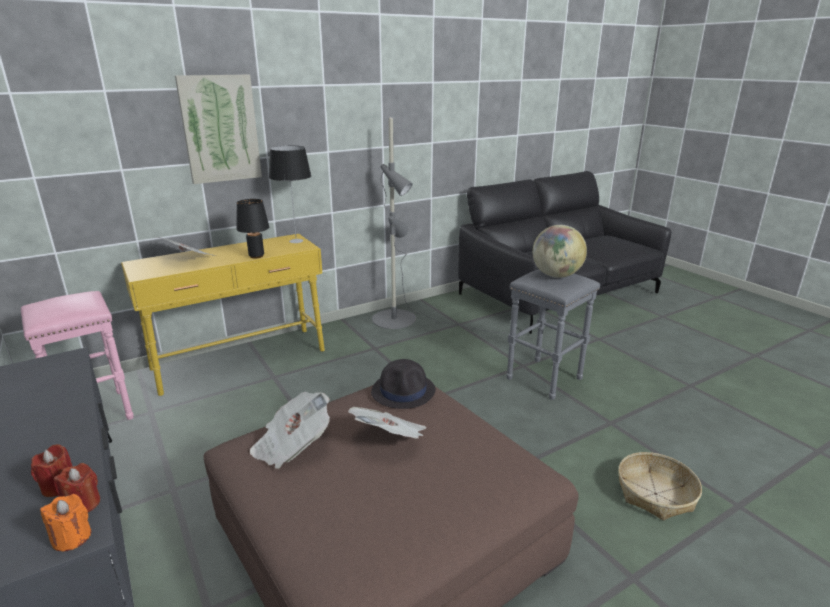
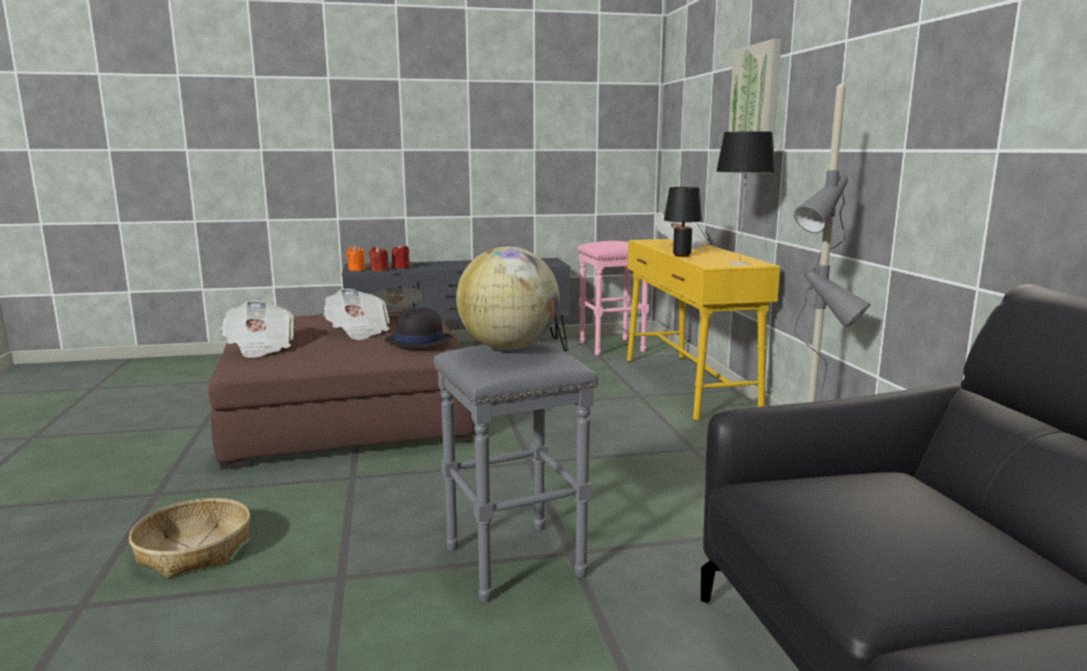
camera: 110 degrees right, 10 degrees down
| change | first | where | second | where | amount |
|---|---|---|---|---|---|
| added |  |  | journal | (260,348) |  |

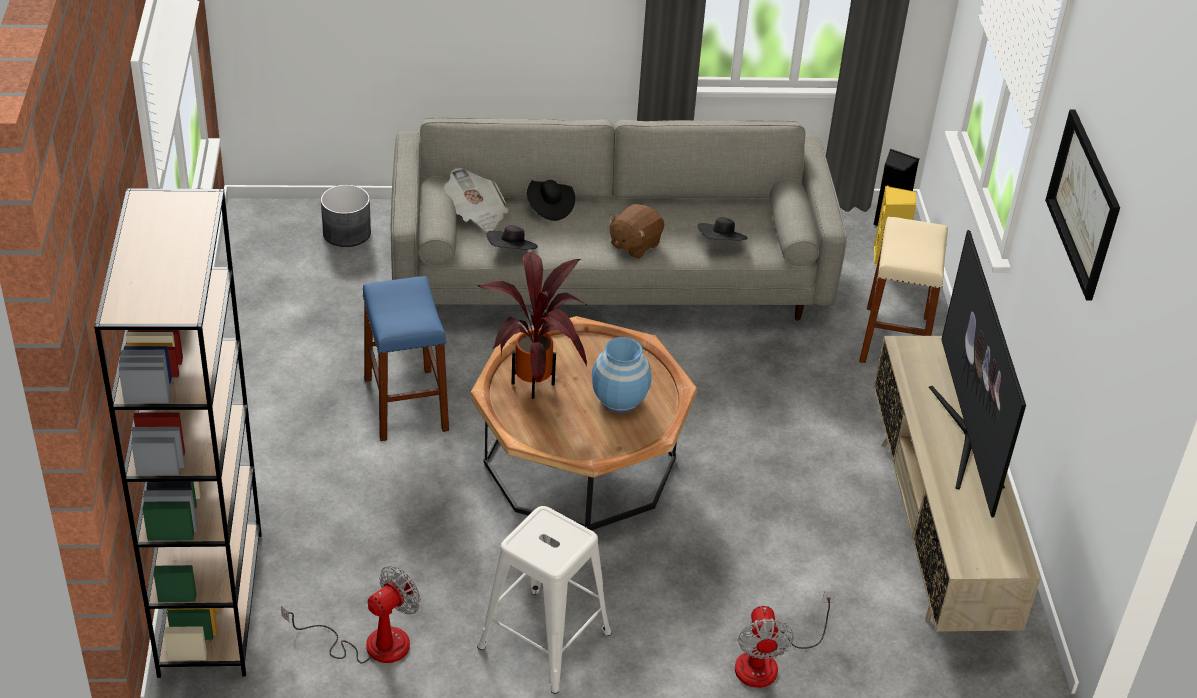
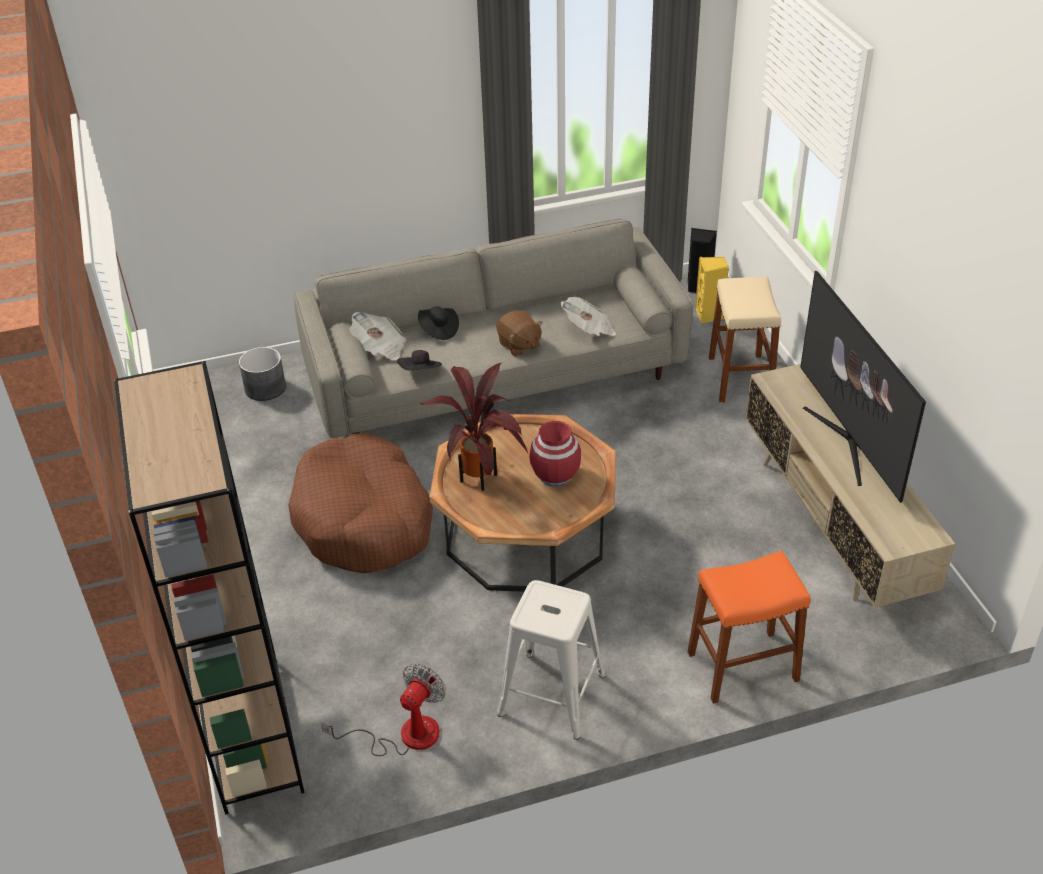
camera: 10 degrees left, 0 degrees up
| change | first | where | second | where | amount |
|---|---|---|---|---|---|
| removed | tableau | (1084,203) |  |  |  |
| turned | peluche/marron | (634,245) |  | (519,345) | 60 degrees counterclockwise |
| replaced | chapeau/noir | (721,243) | journal | (589,329) |  |
| replaced | tabouret/bleu | (406,404) | panier pour chien/marron | (364,520) |  |
| recoloured | vase/bleu | (619,400) | vase/rouge | (555,475) |  |
| replaced | ventilateur | (768,661) | tabouret/orange | (742,666) |  |

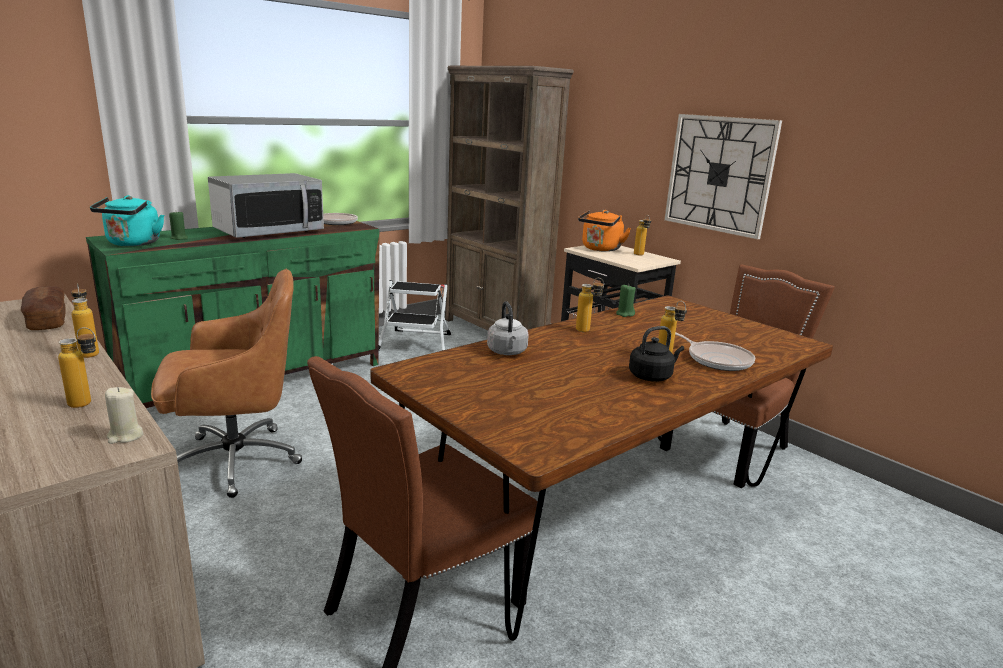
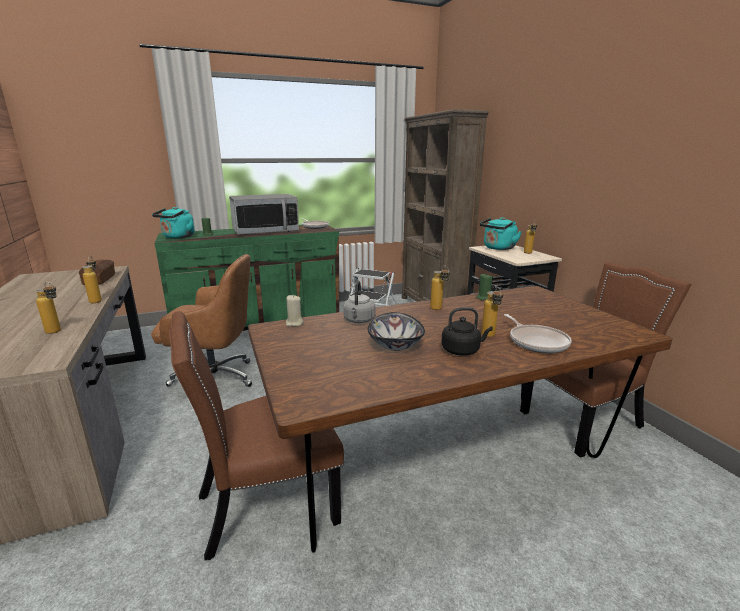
camera: 20 degrees right, 0 degrees up
| change | first | where | second | where | amount |
|---|---|---|---|---|---|
| removed | horloge murale | (719,174) |  |  |  |
| recoloured | bouilloire/orange | (600,249) | bouilloire/turquoise | (498,248) |  |
| moved | bougie/beige | (125,436) |  | (294,323) |  |
| added |  |  | bol | (394,345) |  |

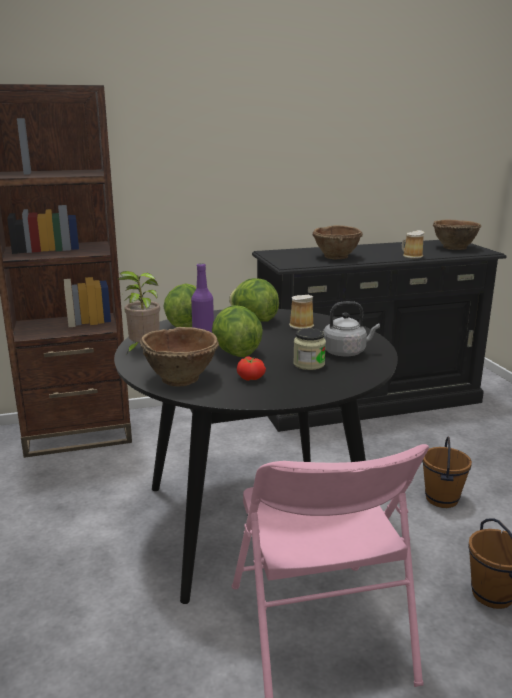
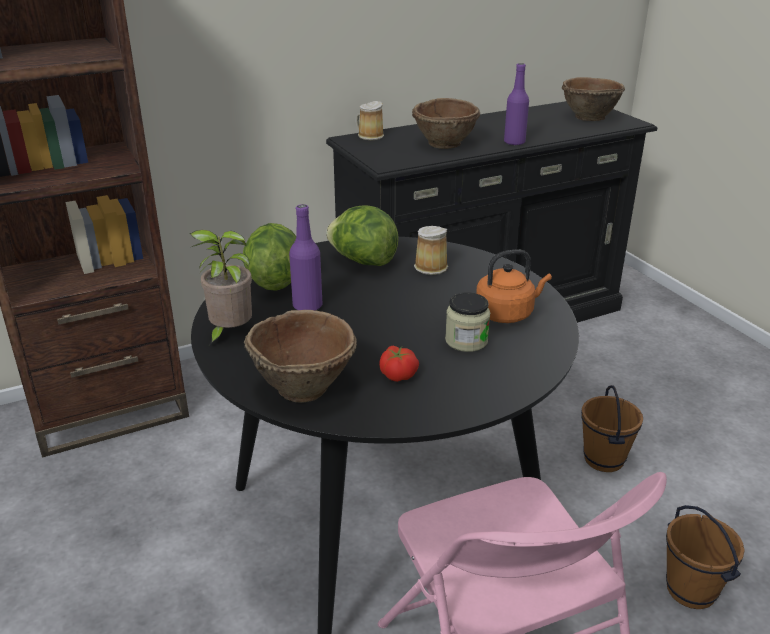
camera: 10 degrees left, 10 degrees up
| change | first | where | second | where | amount |
|---|---|---|---|---|---|
| moved | mug | (411,256) |  | (369,136) |  |
| recoloured | bouilloire/gris | (346,352) | bouilloire/orange | (507,313) |  |
| removed | laitue | (235,353) |  |  |  |
| added |  |  | bouteille/violet | (514,142) |  |

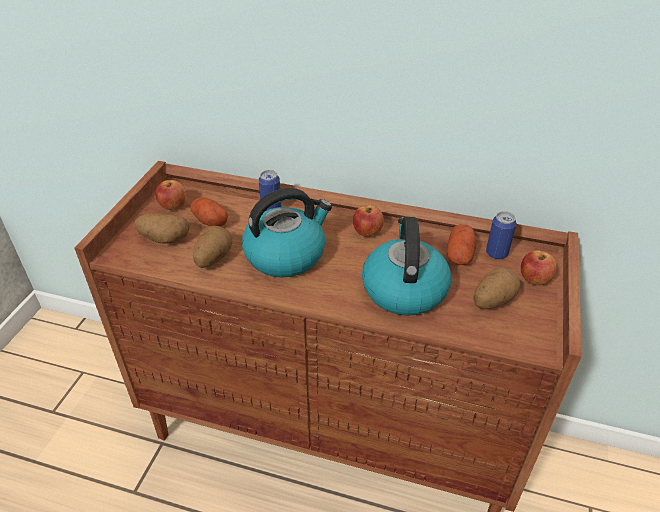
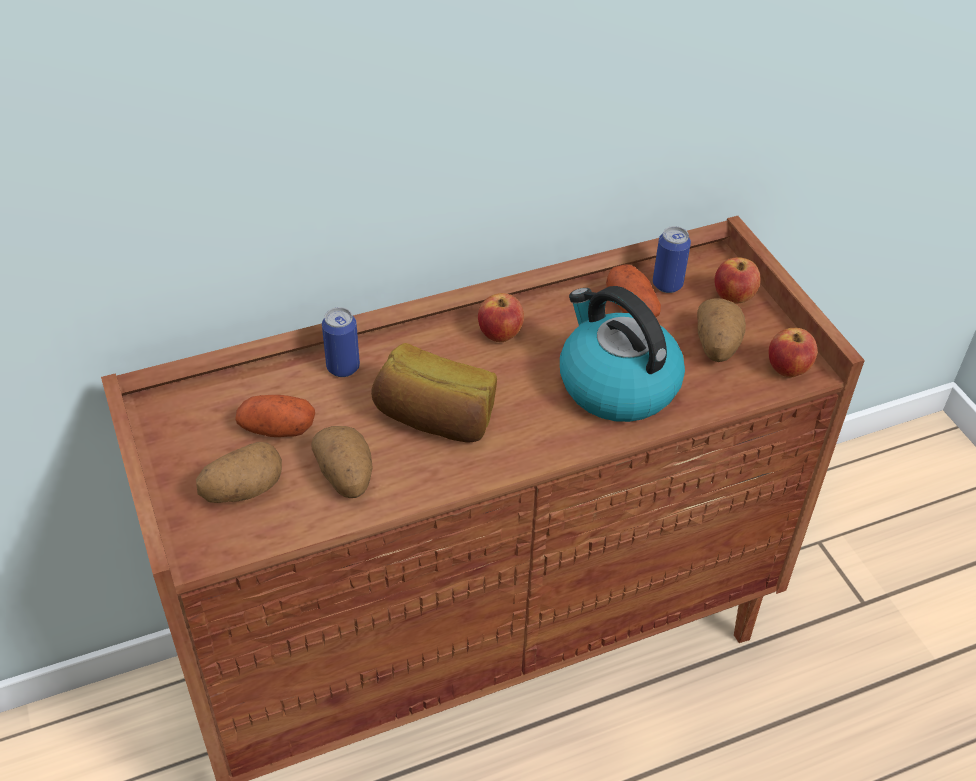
camera: 40 degrees left, 5 degrees up
| change | first | where | second | where | amount |
|---|---|---|---|---|---|
| moved | pomme | (173,207) |  | (788,369) |  |
| replaced | bouilloire | (286,255) | pain | (435,419) |  |

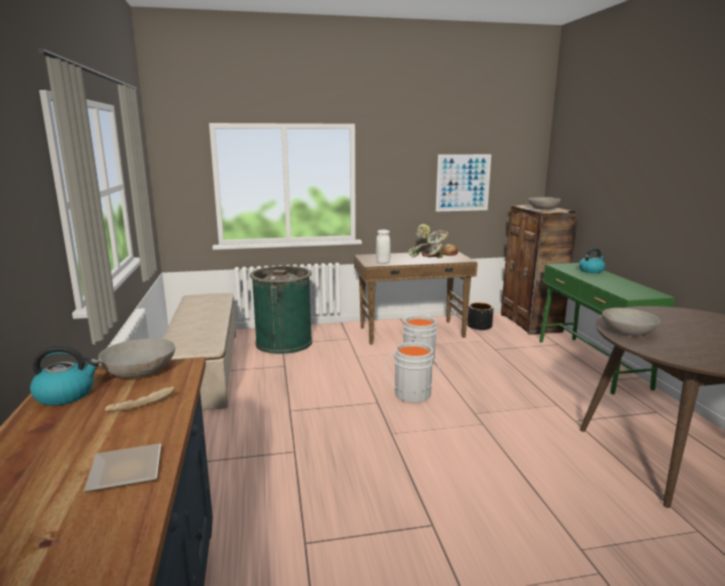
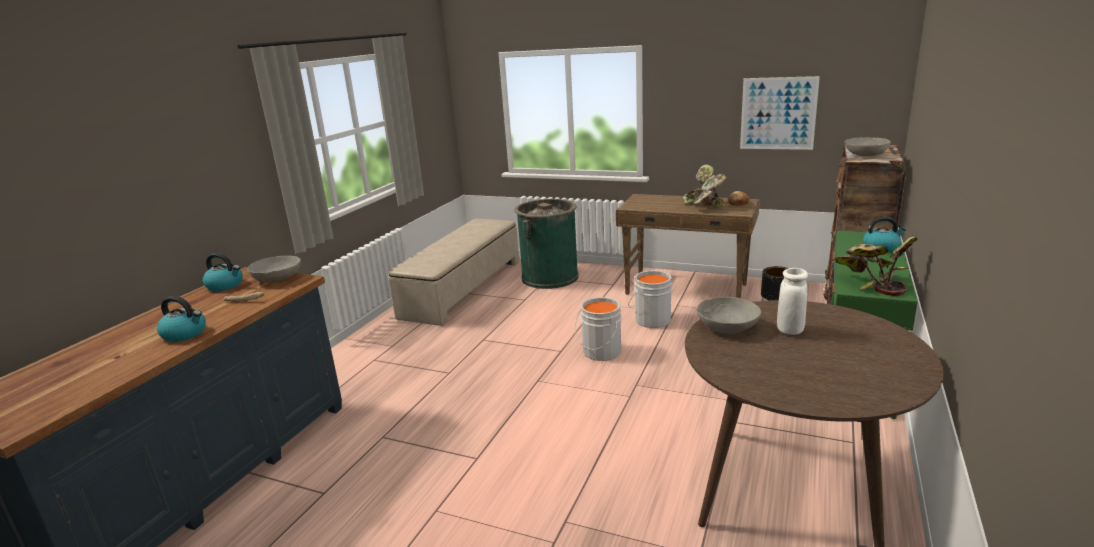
camera: 35 degrees right, 5 degrees up
| change | first | where | second | where | amount |
|---|---|---|---|---|---|
| moved | vase/blanc | (383,263) |  | (790,330) |  |
| replaced | assiette | (123,470) | bouilloire | (185,334) |  |
| added |  |  | plante en pot | (872,284) |  |

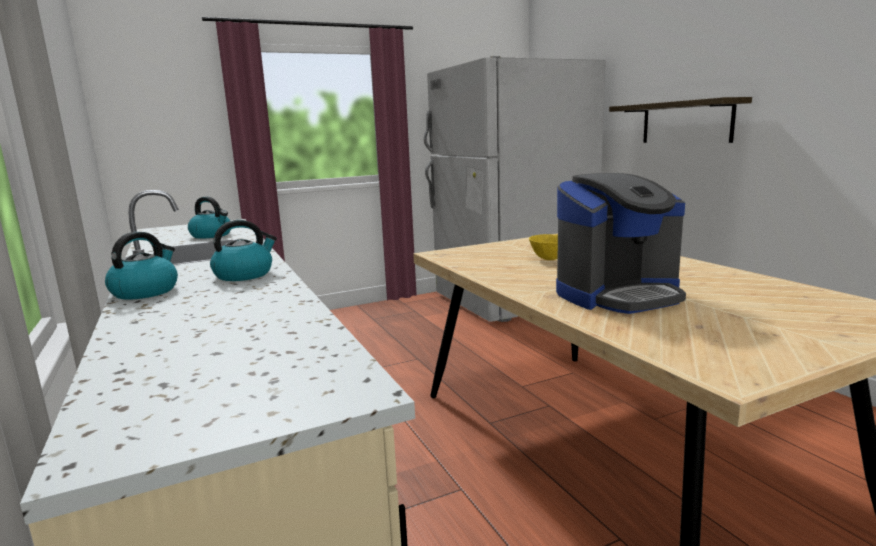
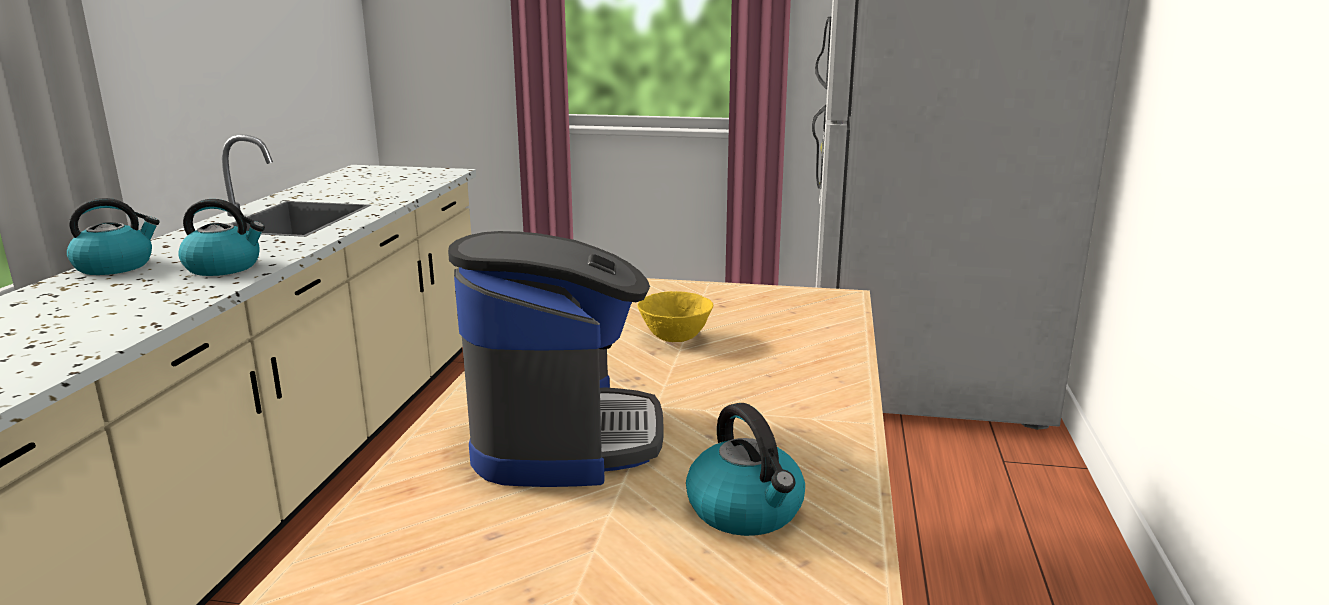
camera: 35 degrees right, 5 degrees up
| change | first | where | second | where | amount |
|---|---|---|---|---|---|
| removed | étagère | (686,122) |  |  |  |
| turned | machine à café | (618,295) |  | (563,437) | 105 degrees counterclockwise |
| moved | bouilloire | (212,235) |  | (746,511) |  |

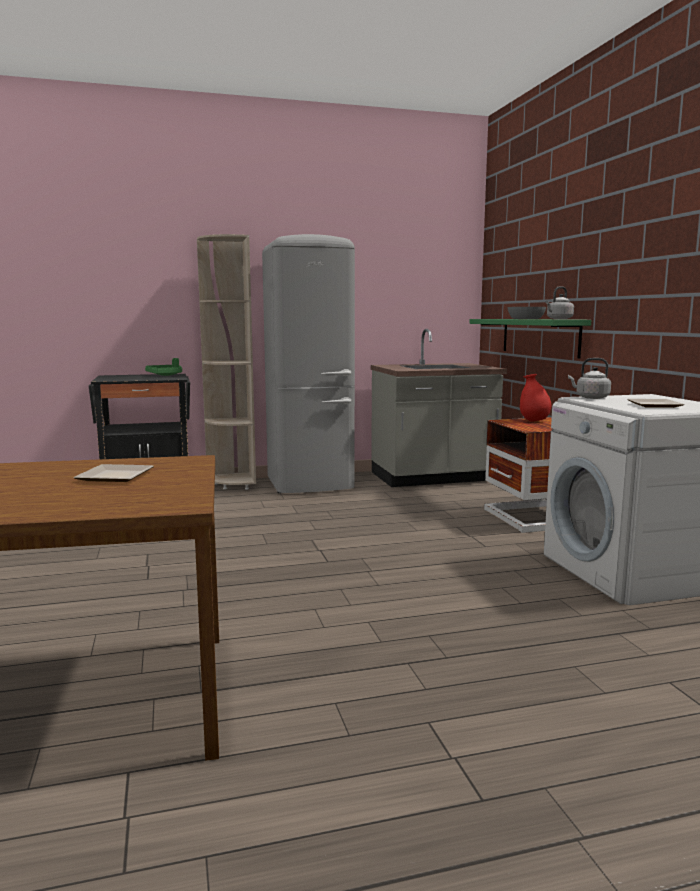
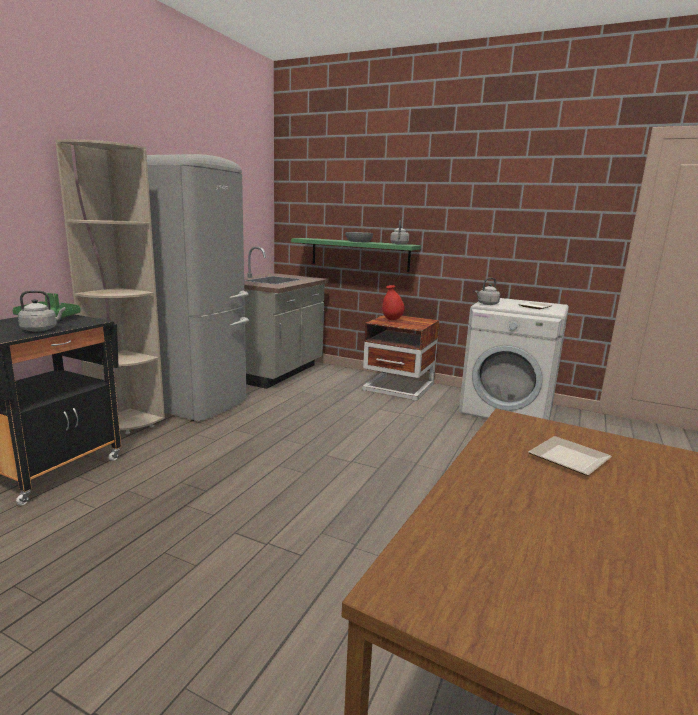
camera: 50 degrees left, 5 degrees up
| change | first | where | second | where | amount |
|---|---|---|---|---|---|
| added |  |  | bouilloire/gris | (41,329) |  |

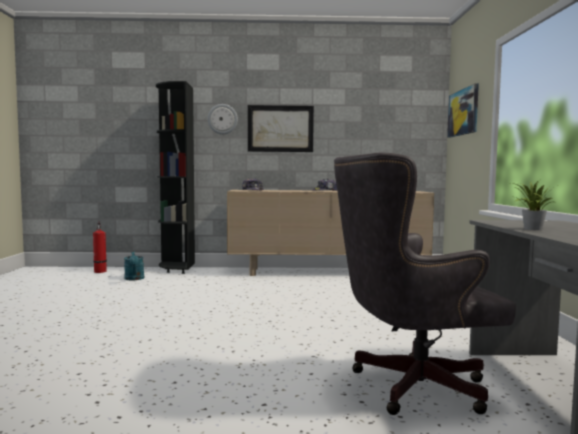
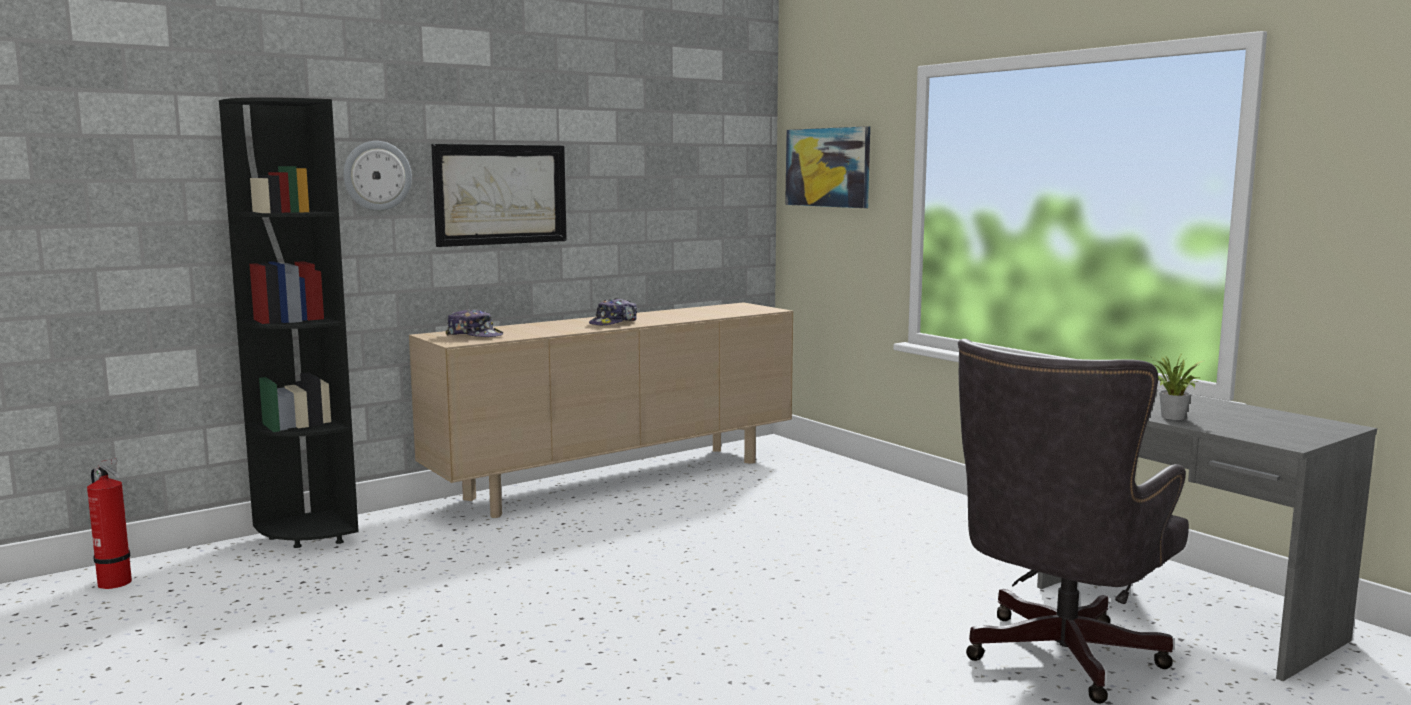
camera: 35 degrees left, 5 degrees up
| change | first | where | second | where | amount |
|---|---|---|---|---|---|
| removed | arrosoir/turquoise | (134,279) |  |  |  |

